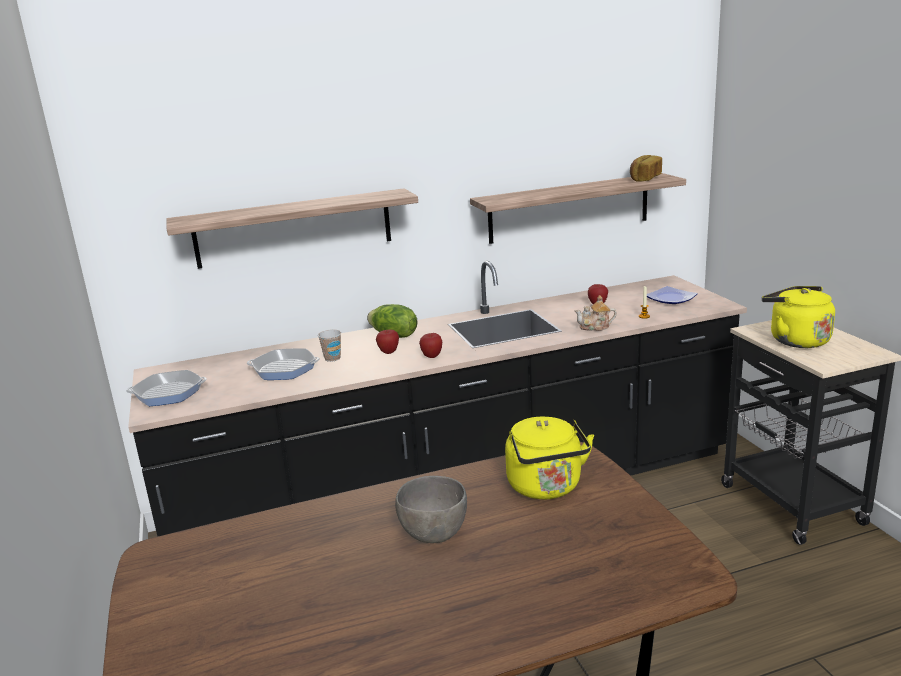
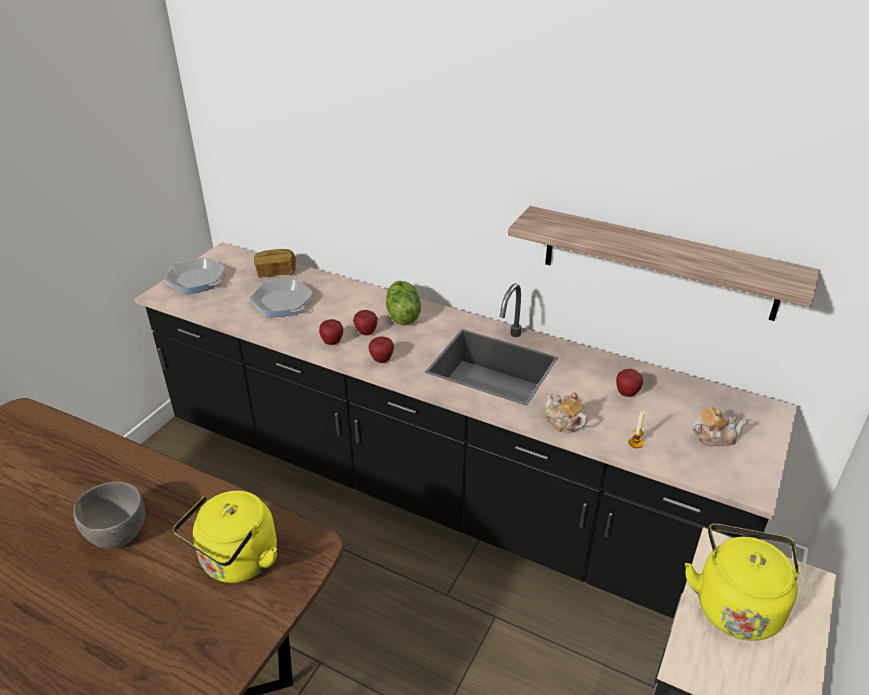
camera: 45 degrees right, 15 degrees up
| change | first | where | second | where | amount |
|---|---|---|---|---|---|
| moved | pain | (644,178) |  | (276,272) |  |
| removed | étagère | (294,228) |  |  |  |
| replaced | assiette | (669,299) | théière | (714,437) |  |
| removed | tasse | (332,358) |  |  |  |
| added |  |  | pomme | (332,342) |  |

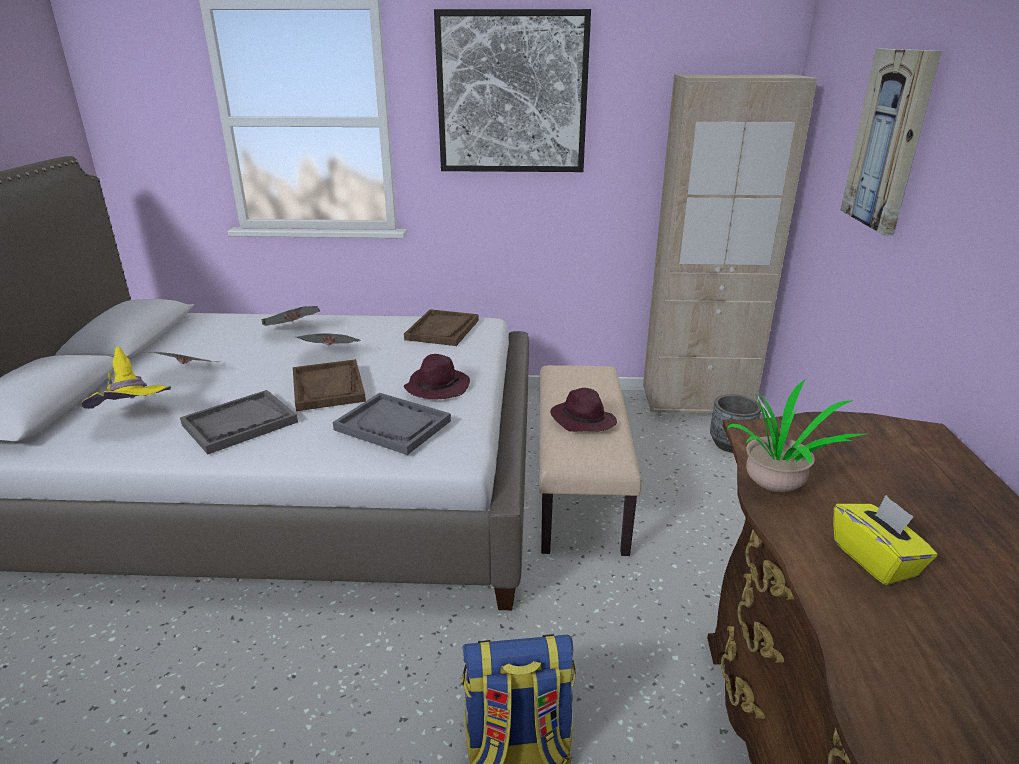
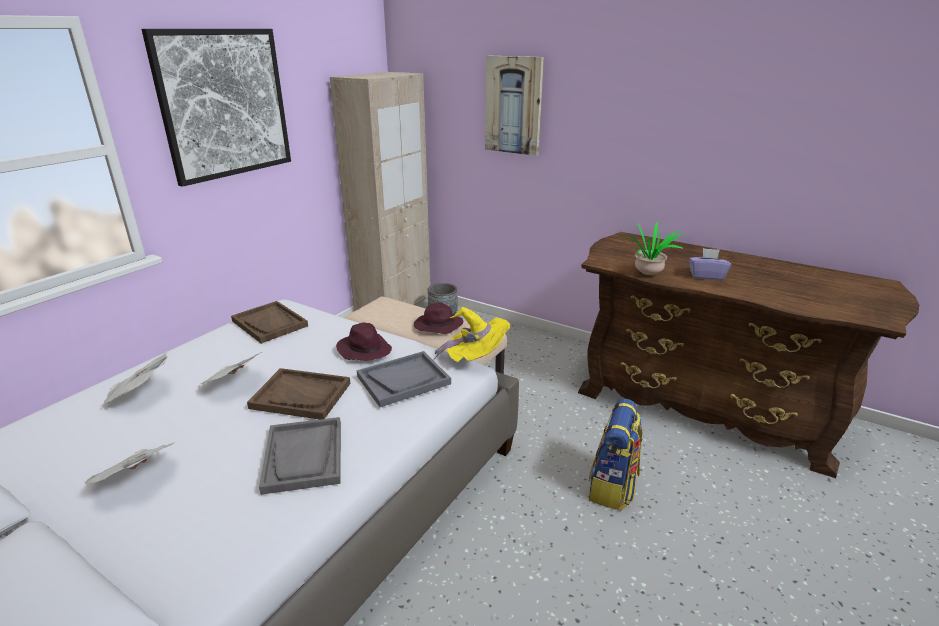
camera: 60 degrees left, 0 degrees up
| change | first | where | second | where | amount |
|---|---|---|---|---|---|
| moved | chapeau/jaune | (136,420) |  | (476,359) |  |
| recoloured | boîte à mouchoirs/jaune | (875,559) | boîte à mouchoirs/violet | (706,276) |  |

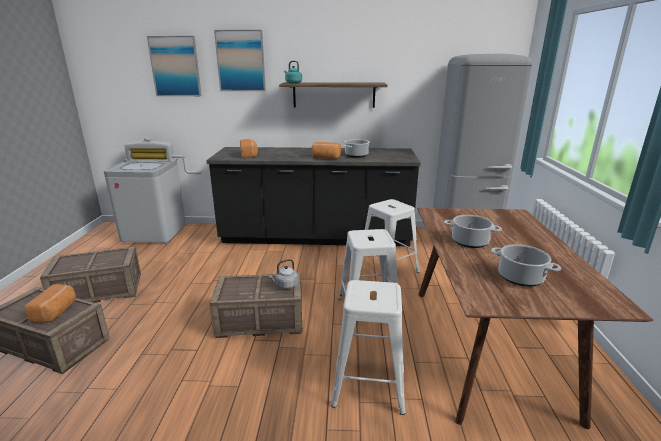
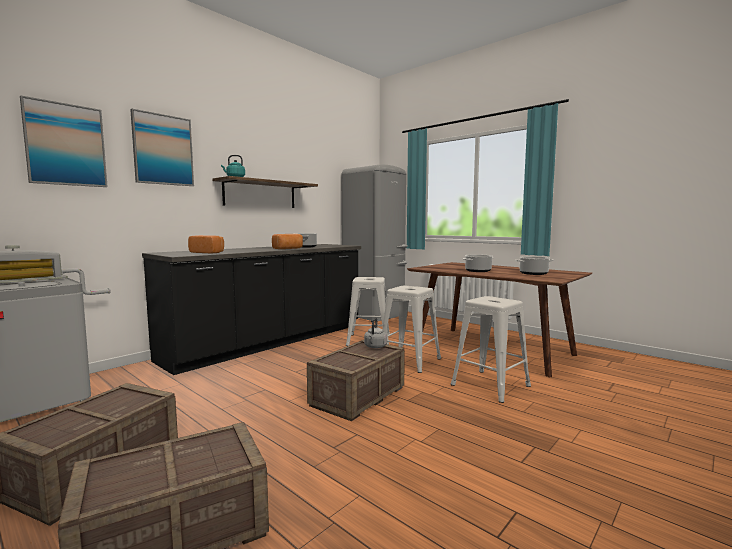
camera: 50 degrees left, 15 degrees down
| change | first | where | second | where | amount |
|---|---|---|---|---|---|
| removed | pain | (56,312) |  |  |  |

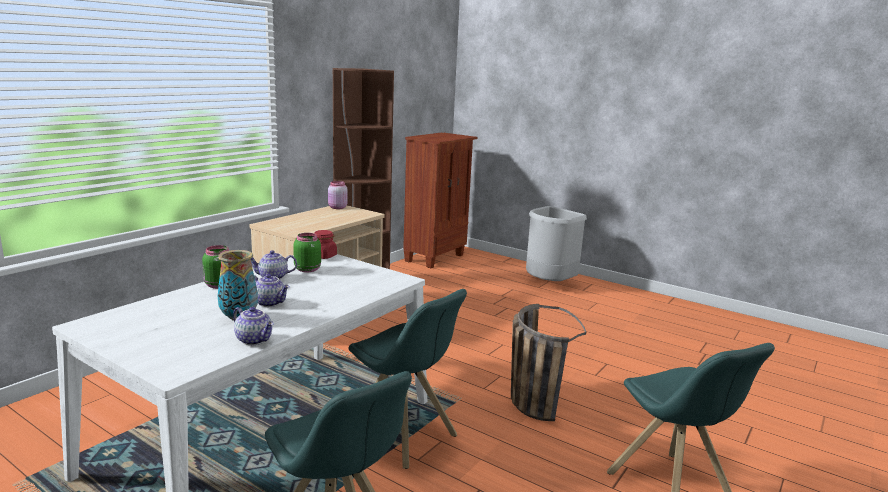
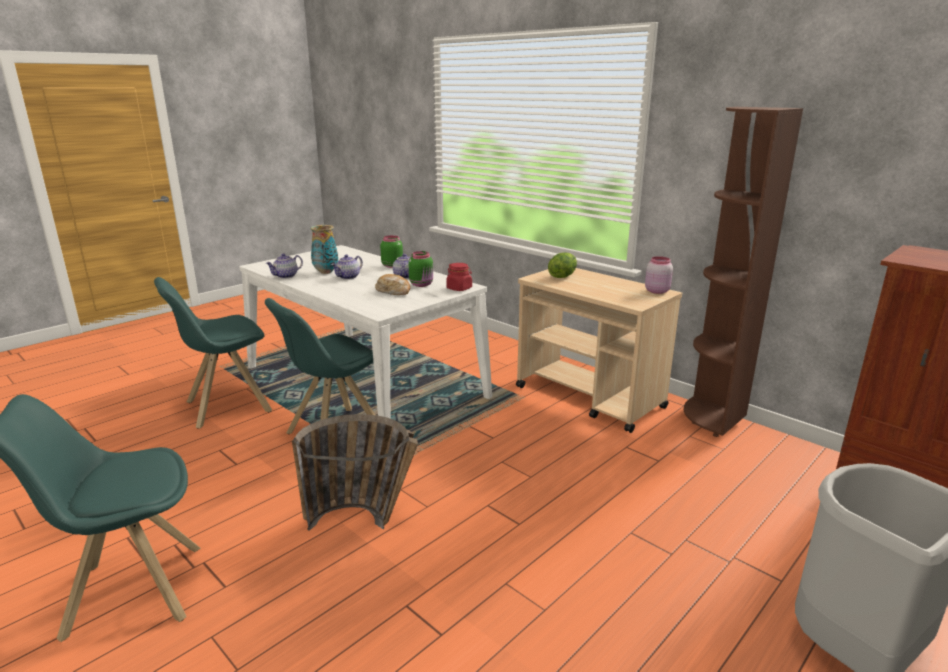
camera: 100 degrees right, 5 degrees up
| change | first | where | second | where | amount |
|---|---|---|---|---|---|
| added |  |  | laitue | (562,276) |  |
| added |  |  | pain | (393,291) |  |

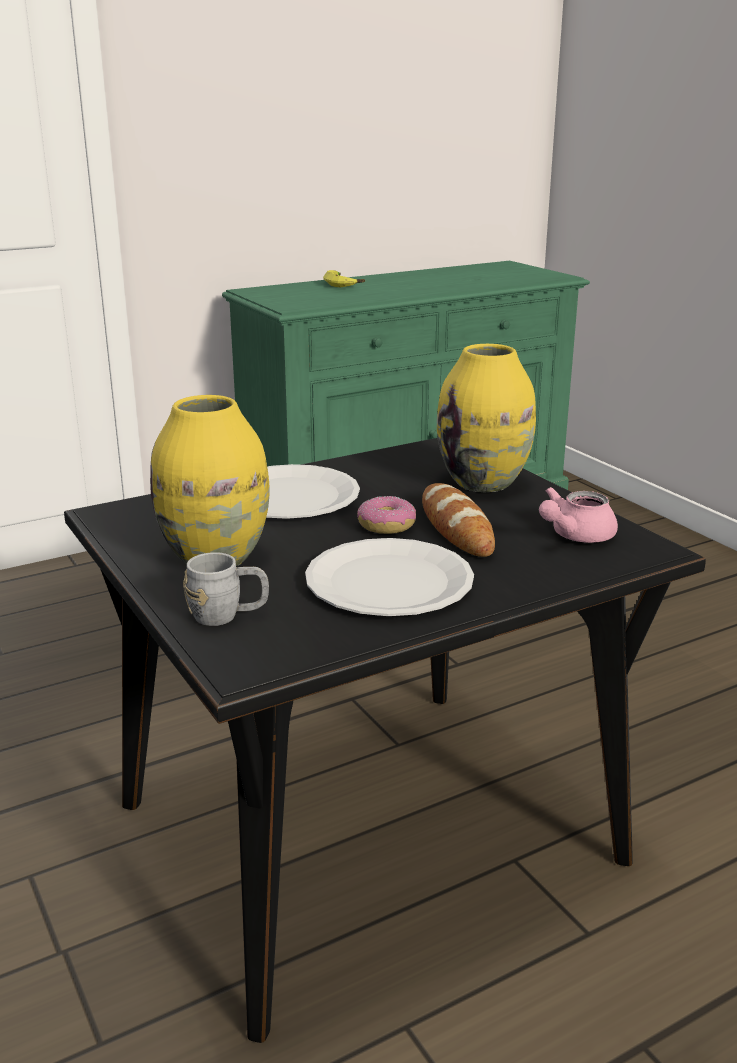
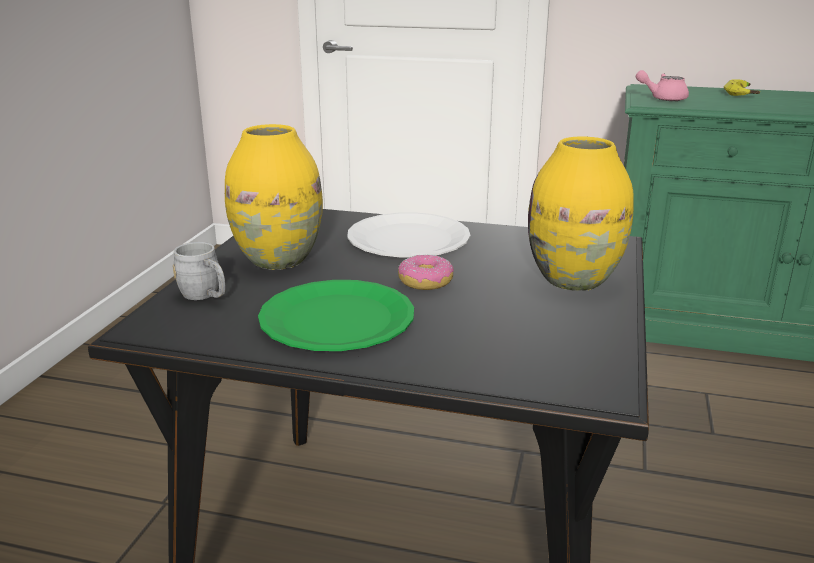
camera: 45 degrees right, 0 degrees up
| change | first | where | second | where | amount |
|---|---|---|---|---|---|
| removed | pain | (456,527) |  |  |  |
| moved | théière/rose | (574,536) |  | (663,98) |  |
| recoloured | assiette/blanc | (388,581) | assiette/vert | (337,319) |  |

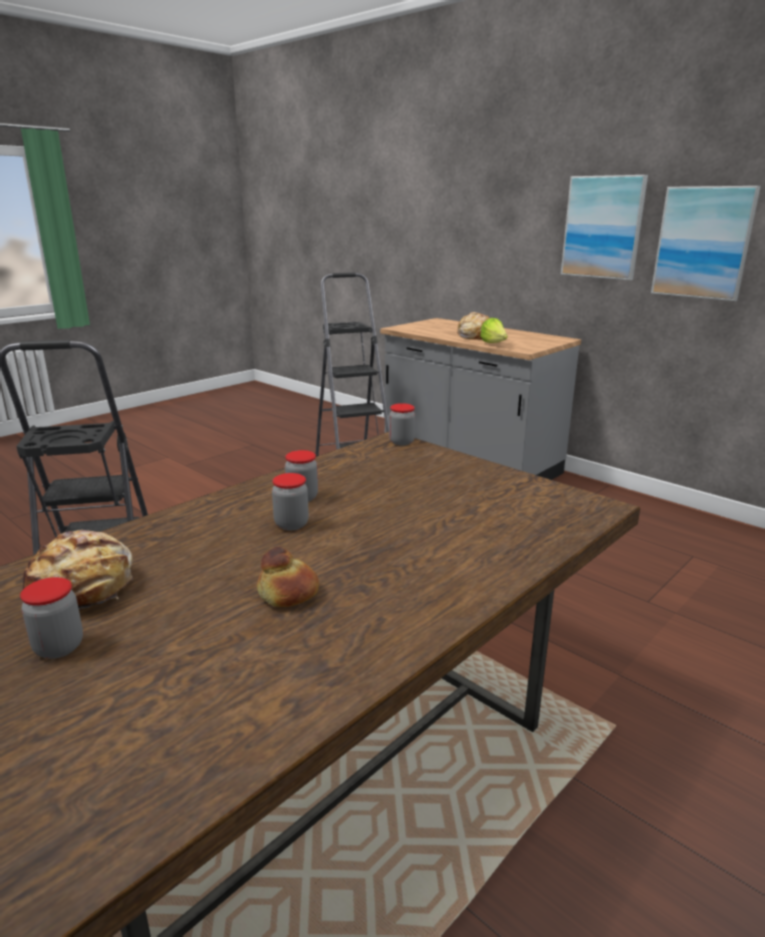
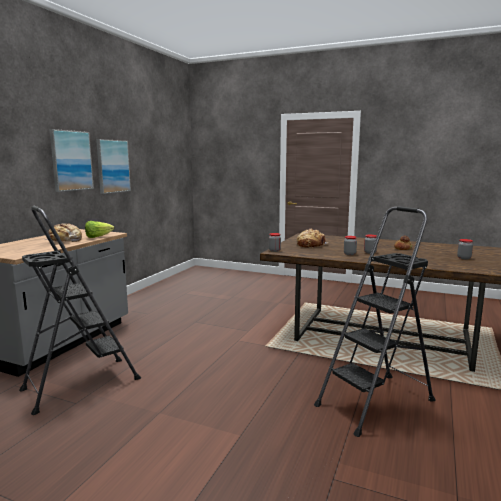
camera: 110 degrees left, 10 degrees down
| change | first | where | second | where | amount |
|---|---|---|---|---|---|
| moved | pain | (83,589) |  | (310,245) |  |

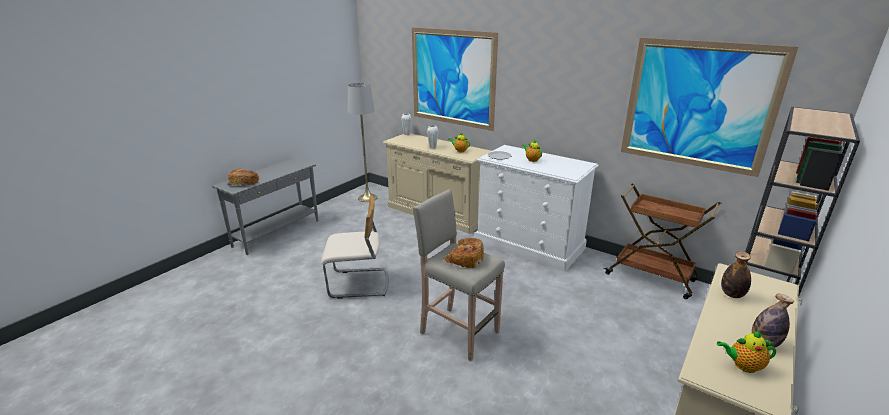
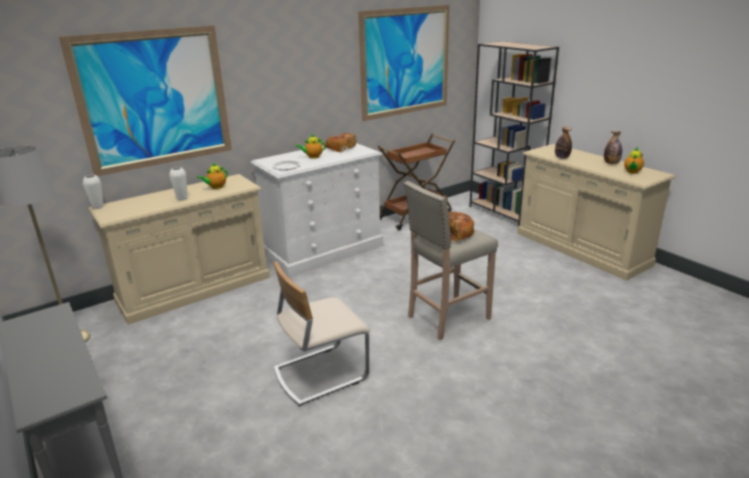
camera: 70 degrees left, 0 degrees up
| change | first | where | second | where | amount |
|---|---|---|---|---|---|
| moved | pain | (244,182) |  | (340,148) |  |
| turned | chaise/beige | (359,284) |  | (320,373) | 135 degrees counterclockwise |

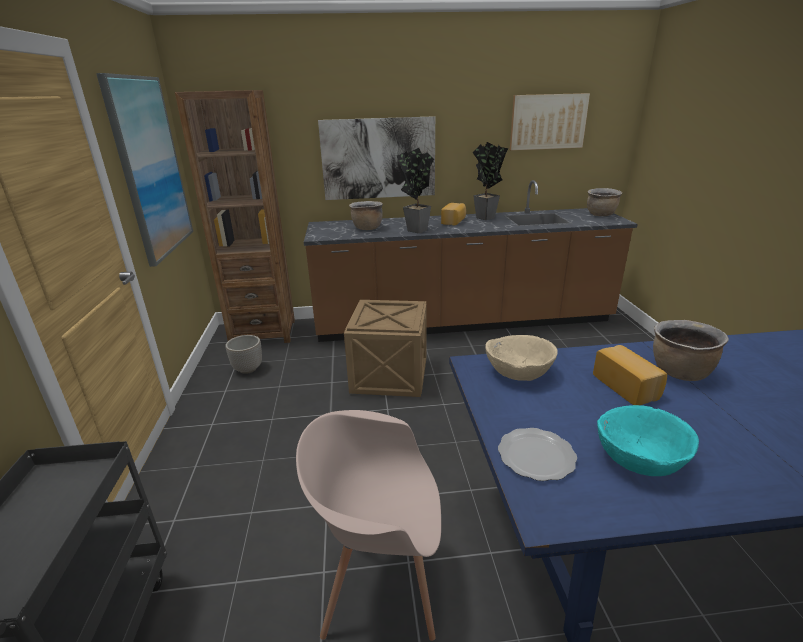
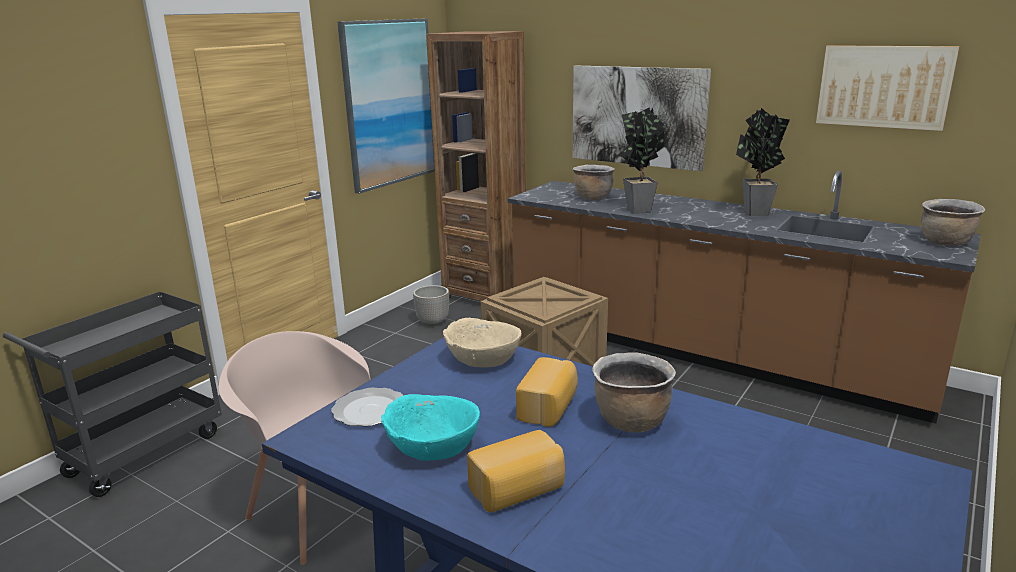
camera: 40 degrees right, 5 degrees down
| change | first | where | second | where | amount |
|---|---|---|---|---|---|
| moved | pain | (454,221) |  | (518,490) |  |

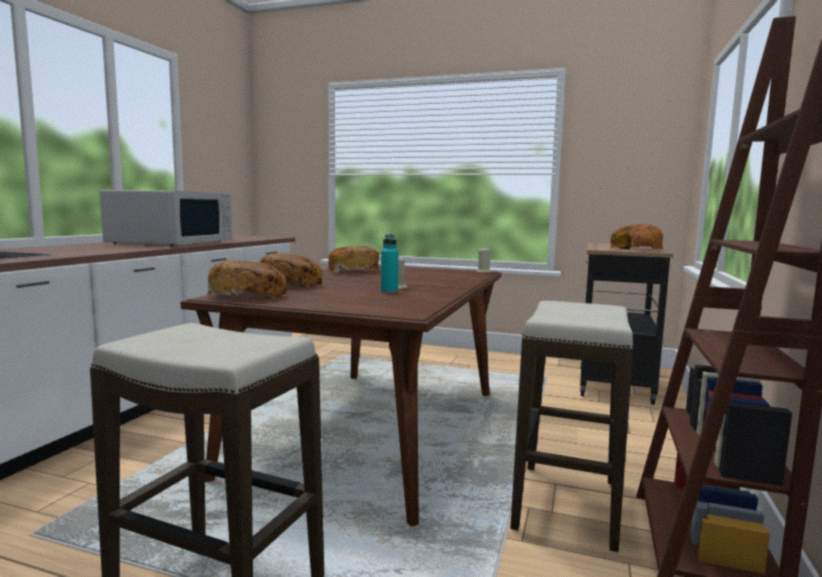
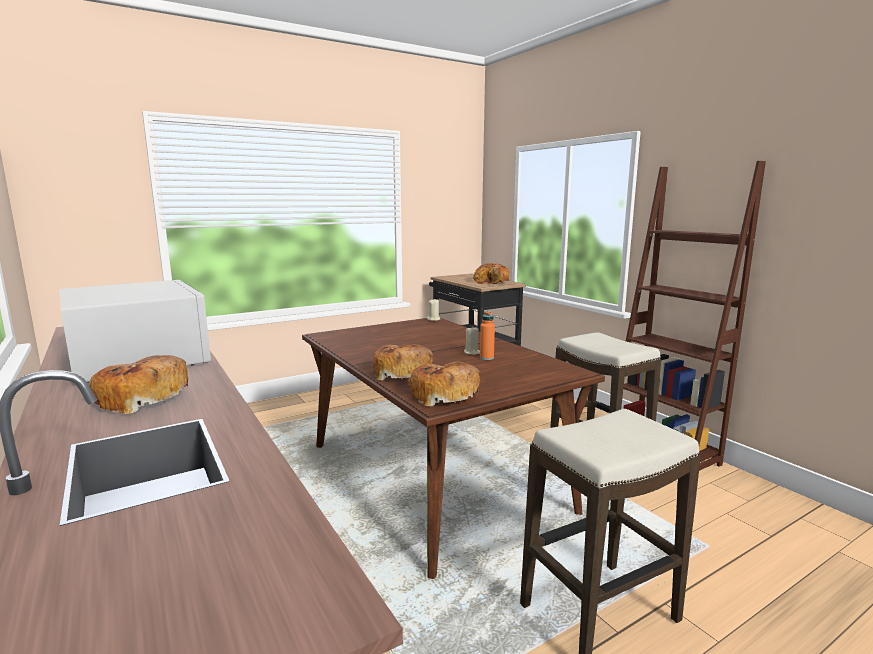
camera: 50 degrees left, 5 degrees up
| change | first | where | second | where | amount |
|---|---|---|---|---|---|
| recoloured | bouteille/turquoise | (389,292) | bouteille/orange | (486,358) |  |
| moved | pain | (353,271) |  | (141,398) |  |

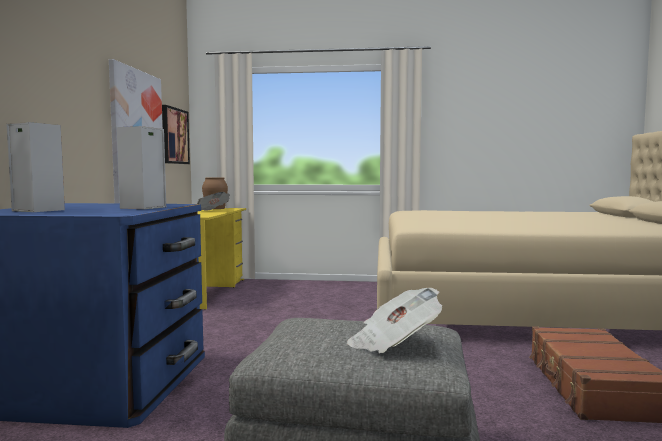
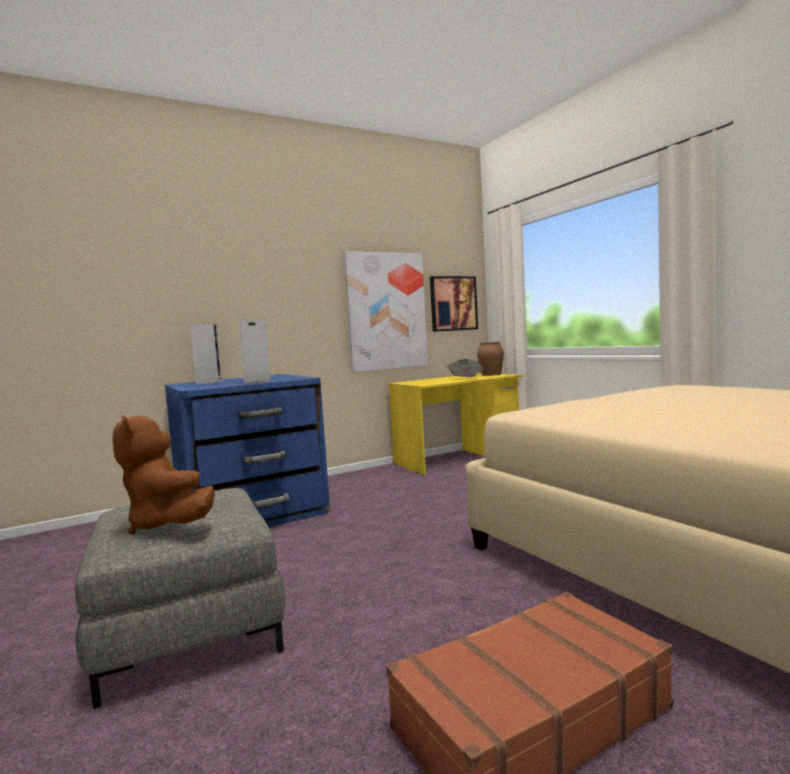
camera: 55 degrees right, 0 degrees up
| change | first | where | second | where | amount |
|---|---|---|---|---|---|
| replaced | journal | (393,343) | peluche/marron | (168,525) |  |

